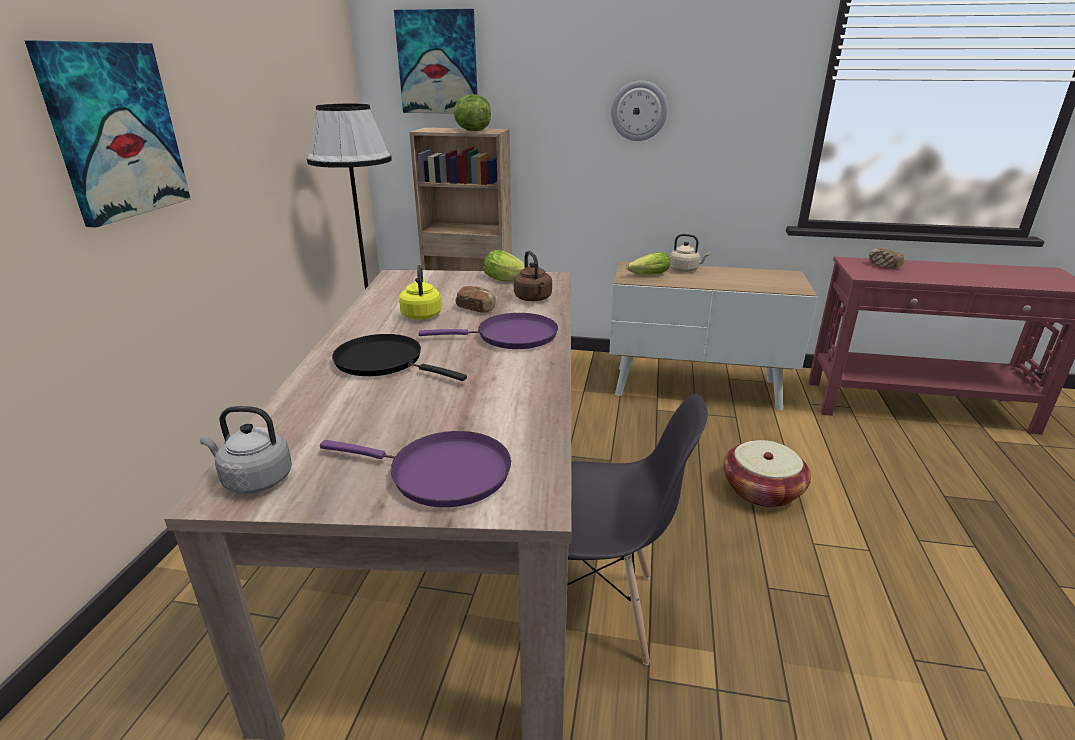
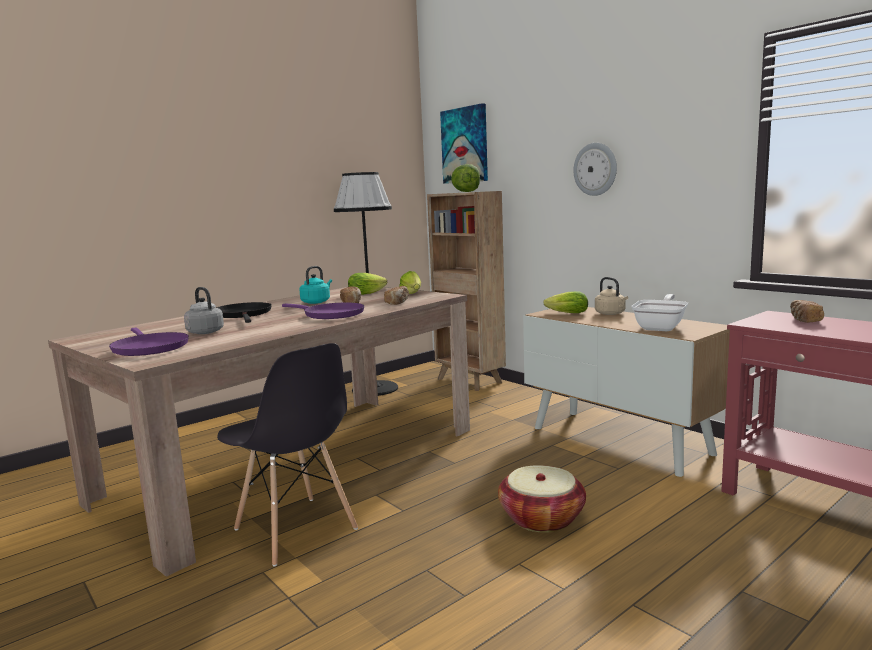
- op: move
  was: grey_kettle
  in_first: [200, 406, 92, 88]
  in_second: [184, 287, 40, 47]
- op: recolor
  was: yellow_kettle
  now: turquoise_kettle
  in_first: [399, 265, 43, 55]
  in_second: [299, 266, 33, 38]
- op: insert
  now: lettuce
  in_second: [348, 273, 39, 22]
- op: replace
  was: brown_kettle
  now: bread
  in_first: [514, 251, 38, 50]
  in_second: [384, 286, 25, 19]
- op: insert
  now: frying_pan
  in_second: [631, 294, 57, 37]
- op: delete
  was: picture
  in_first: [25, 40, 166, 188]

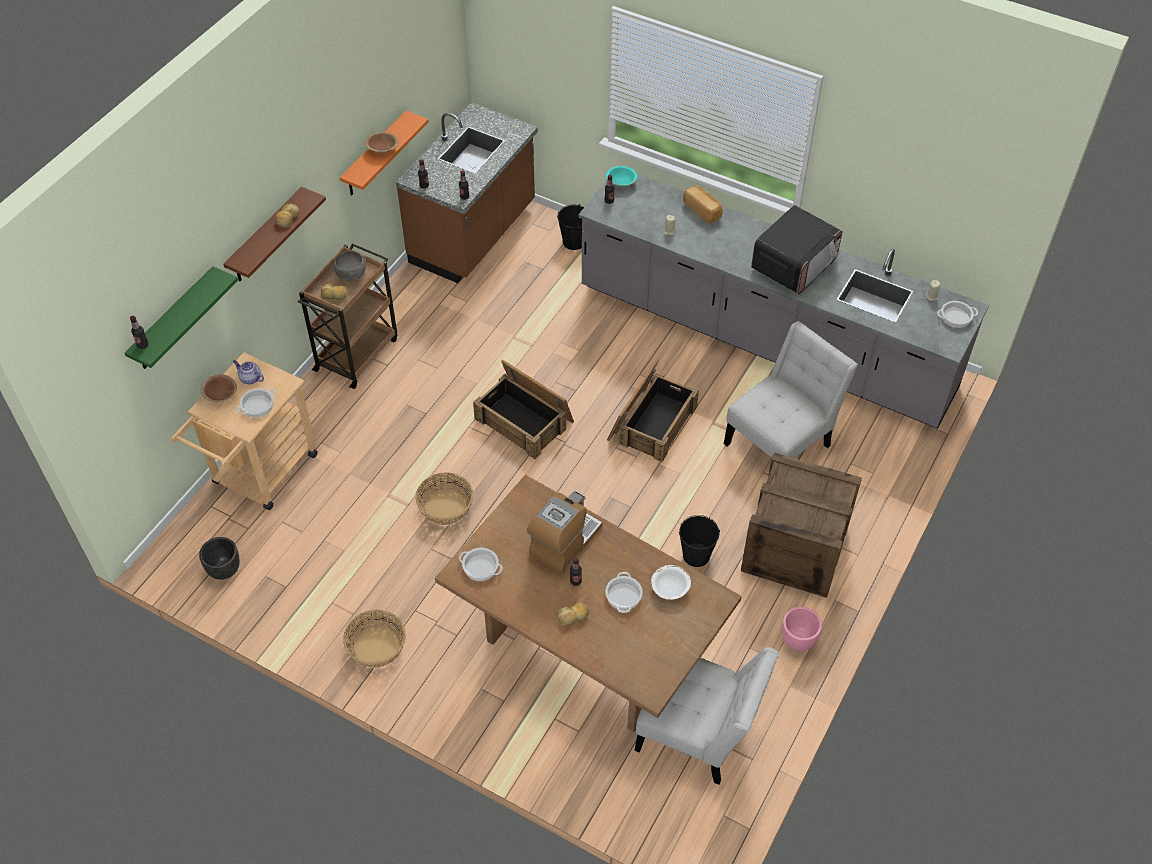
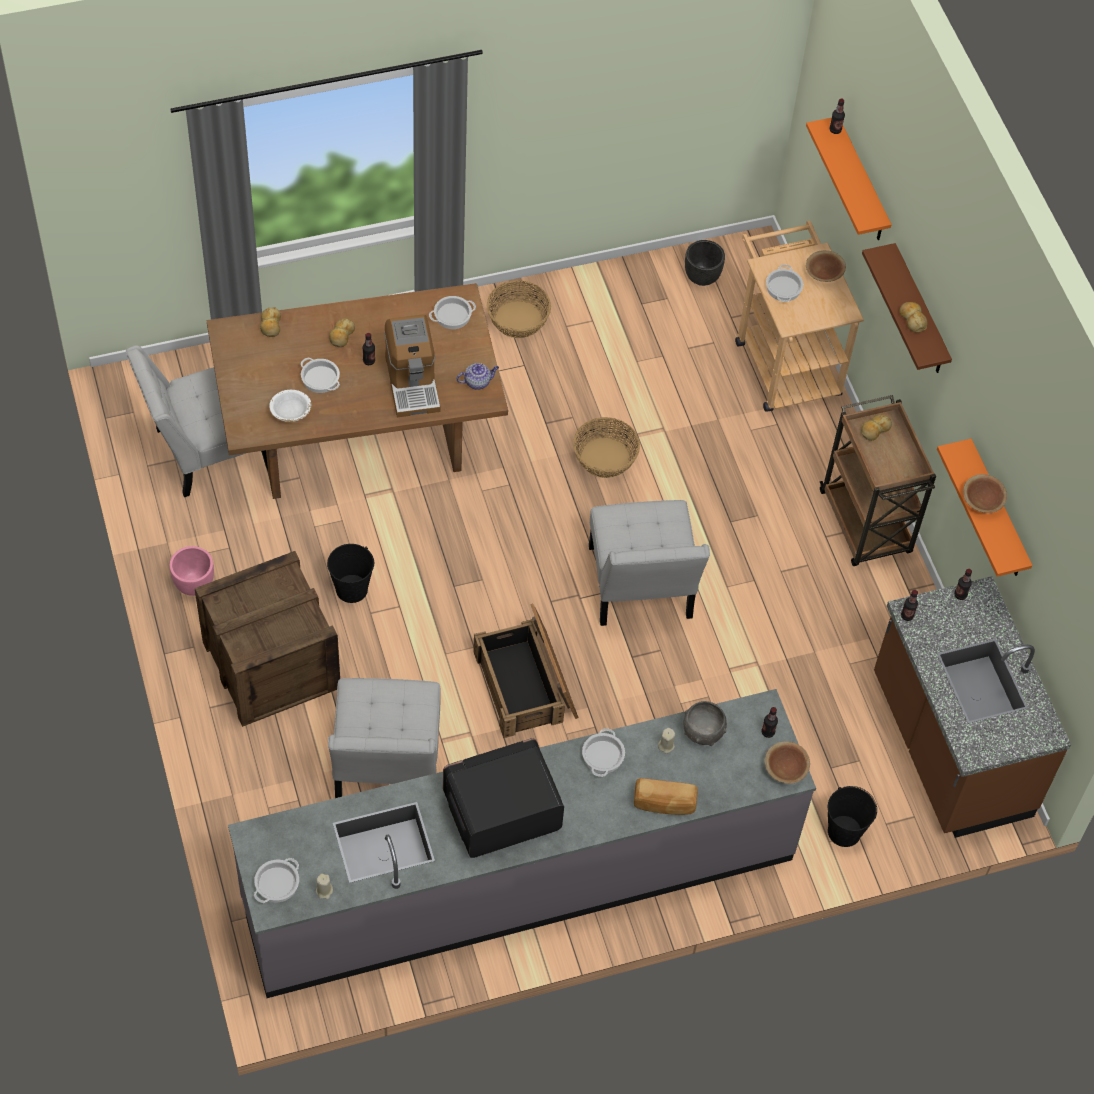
- op: insert
  now: bread
  in_second: [260, 307, 21, 30]
- op: rotate
  was: microwave
  in_first: [751, 205, 91, 89]
  in_second: [443, 738, 121, 120]
  clockwise: 75
- op: move
  was: teapot
  in_first: [233, 360, 31, 24]
  in_second: [457, 363, 42, 27]
- op: insert
  now: cooking_pot
  in_second: [582, 728, 43, 49]
- op: replace
  was: crate
  now: white_chair
  in_first: [473, 360, 101, 99]
  in_second: [589, 500, 121, 126]
- op: move
  was: grey_bowl
  in_first: [332, 251, 34, 30]
  in_second: [683, 701, 44, 45]
- op: recolor
  was: turquoise_bowl
  now: brown_bowl
  in_first: [606, 166, 32, 21]
  in_second: [765, 741, 45, 43]
- op: recolor
  was: green_shelf
  now: orange_shelf
  in_first: [125, 266, 113, 103]
  in_second: [806, 118, 86, 122]

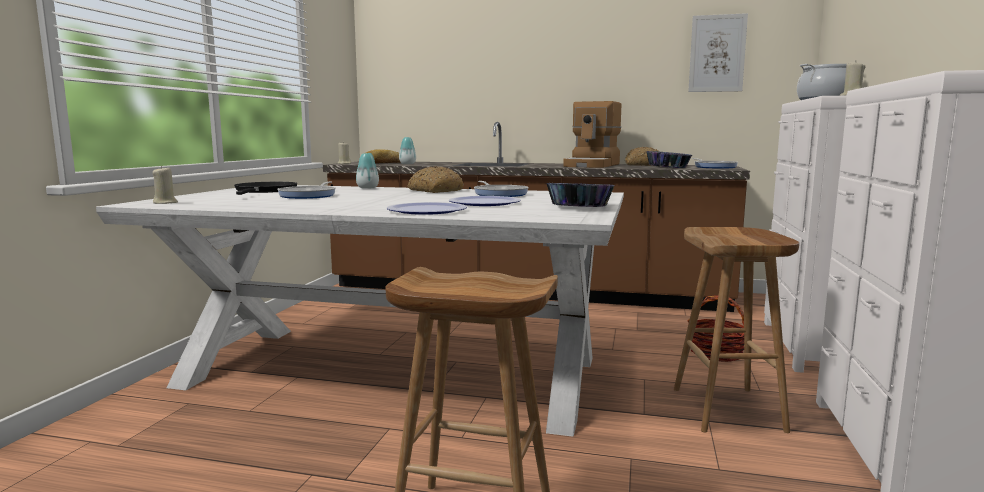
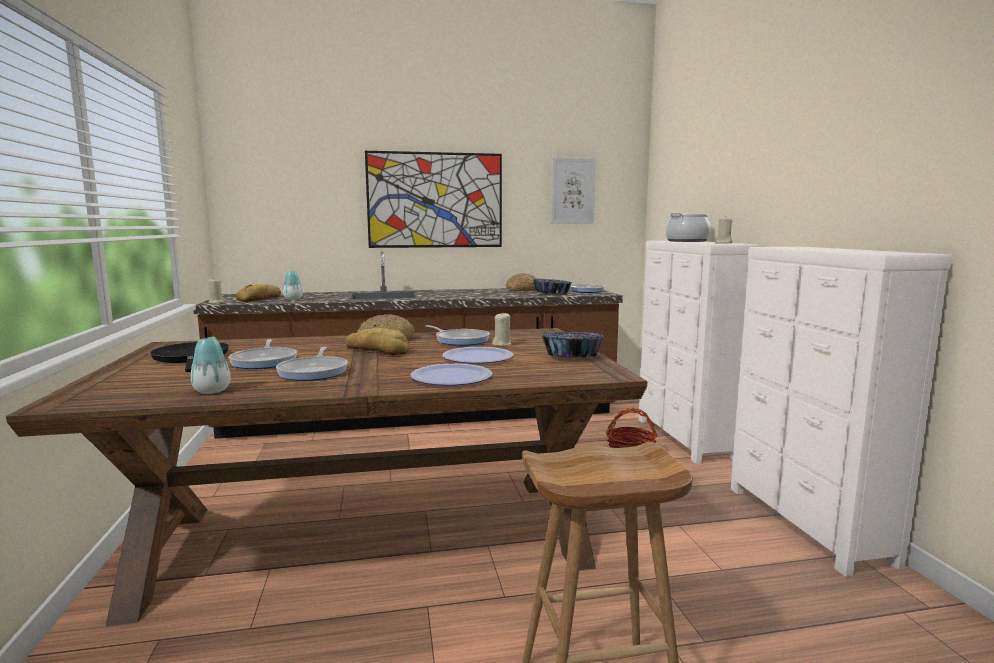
- op: recolor
  was: white_dining_table
  now: brown_dining_table
  in_first: [96, 185, 528, 252]
  in_second: [6, 328, 641, 298]
- op: move
  was: vase
  in_first: [356, 153, 23, 36]
  in_second: [191, 337, 39, 57]
- op: insert
  now: frying_pan
  in_second: [276, 347, 72, 34]
- op: insert
  now: bread
  in_second: [345, 328, 64, 27]
- op: insert
  now: picture
  in_second: [365, 151, 137, 97]
- op: move
  was: beige_candle
  in_first: [152, 166, 26, 38]
  in_second: [492, 312, 19, 34]
- op: delete
  was: coffee_machine
  in_first: [563, 101, 58, 67]
- op: delete
  was: brown_stool
  in_first: [674, 227, 125, 206]

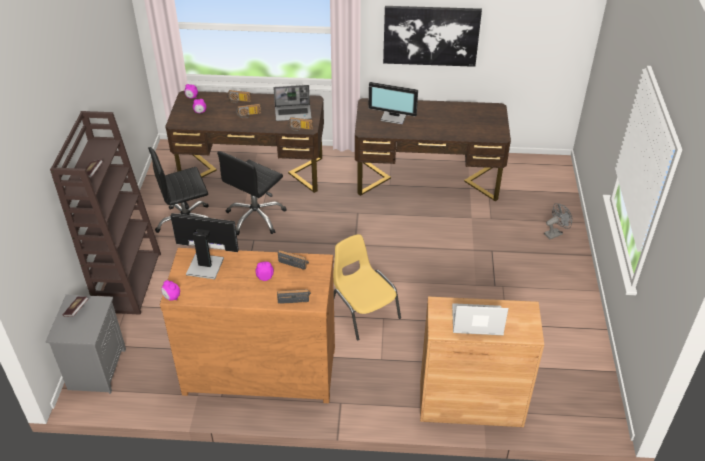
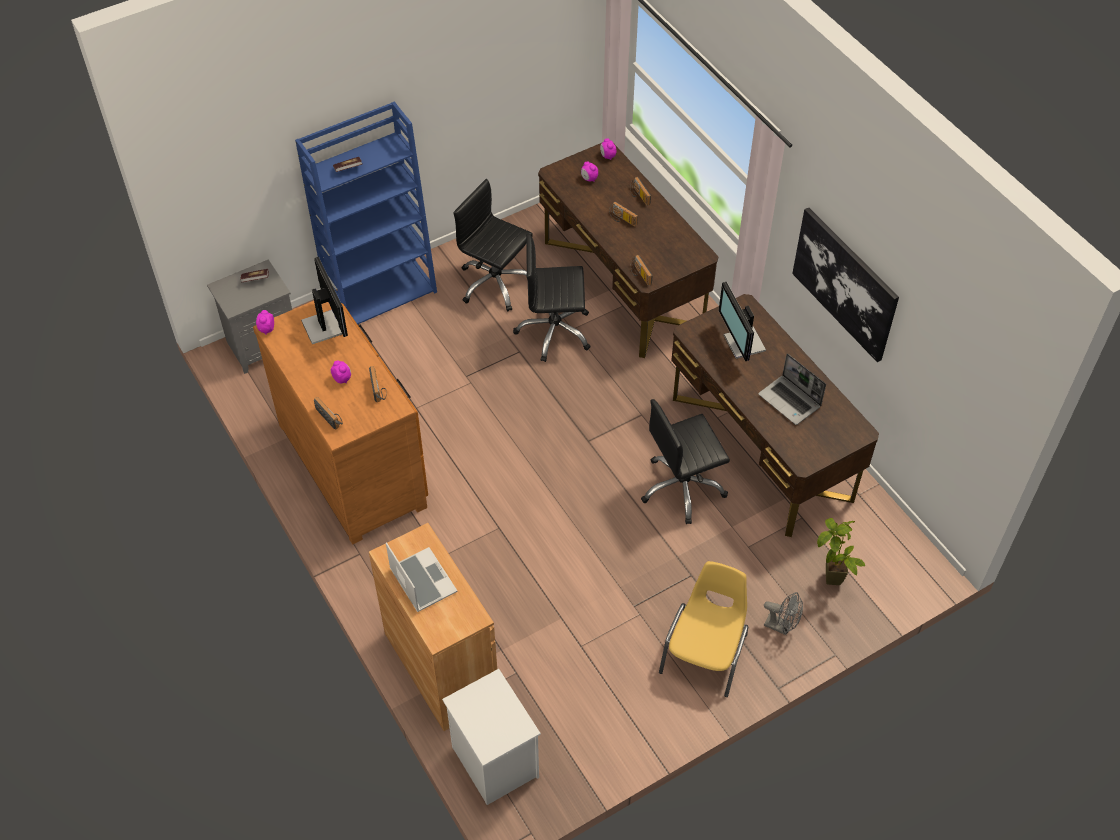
- op: recolor
  was: brown_bookcase
  now: blue_bookcase
  in_first: [50, 111, 111, 204]
  in_second: [295, 101, 142, 224]
- op: insert
  now: white_nightstand
  in_second: [442, 669, 99, 136]
- op: insert
  now: black_office_chair
  in_second: [641, 399, 89, 125]
- op: move
  was: yellow_chair
  in_first: [333, 234, 68, 106]
  in_second: [659, 561, 89, 136]
- op: move
  was: laptop
  in_first: [274, 85, 38, 36]
  in_second: [758, 353, 68, 72]
- op: insert
  now: potted_plant
  in_second: [817, 518, 48, 67]

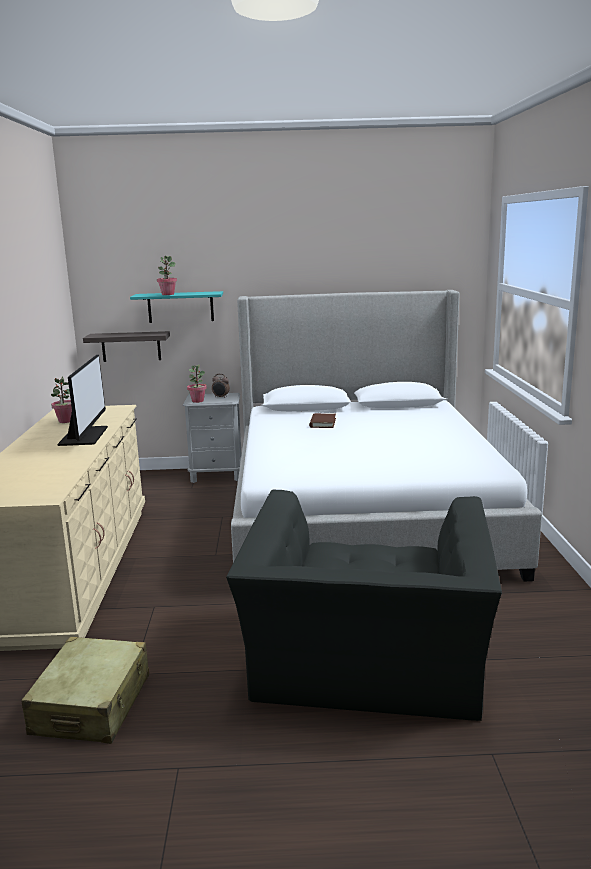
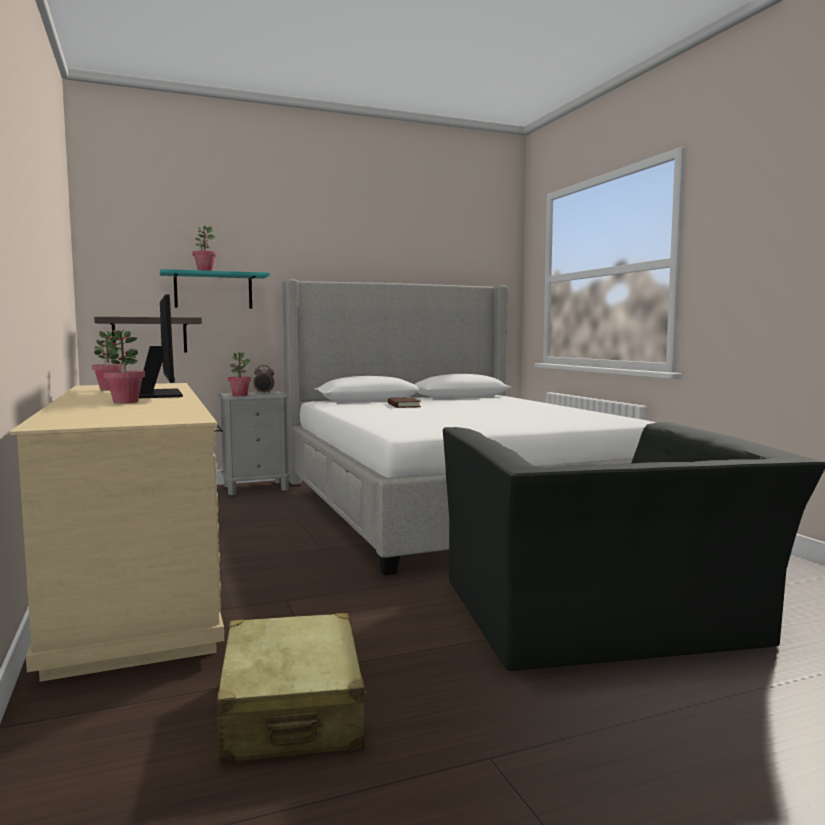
- op: insert
  now: potted_plant
  in_second: [104, 329, 41, 74]

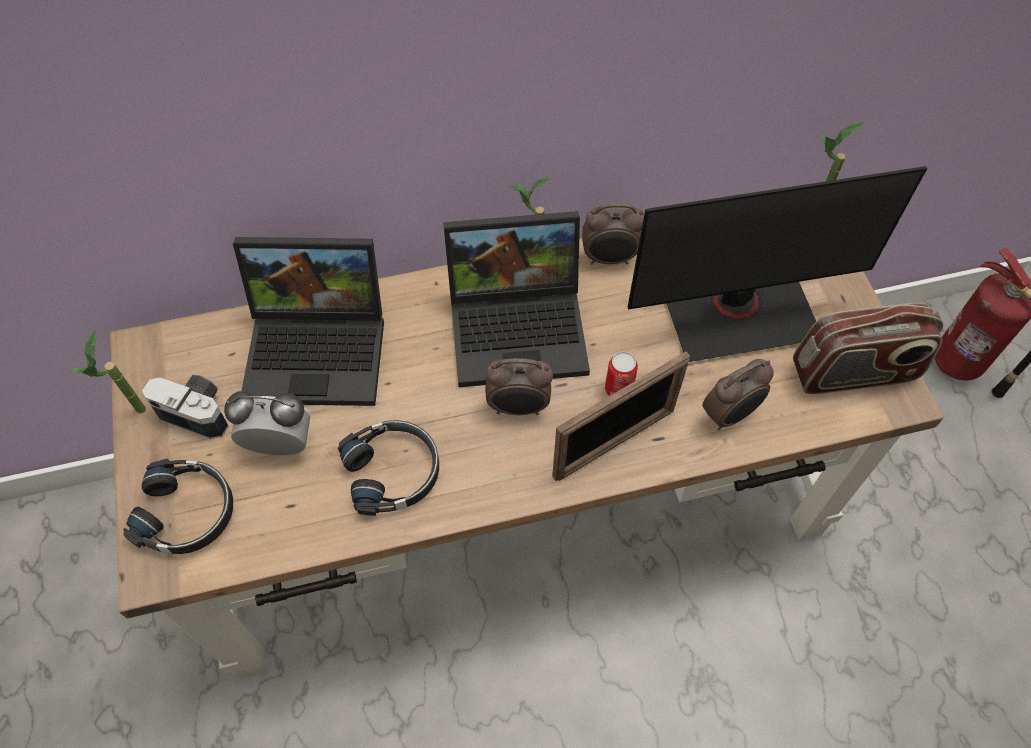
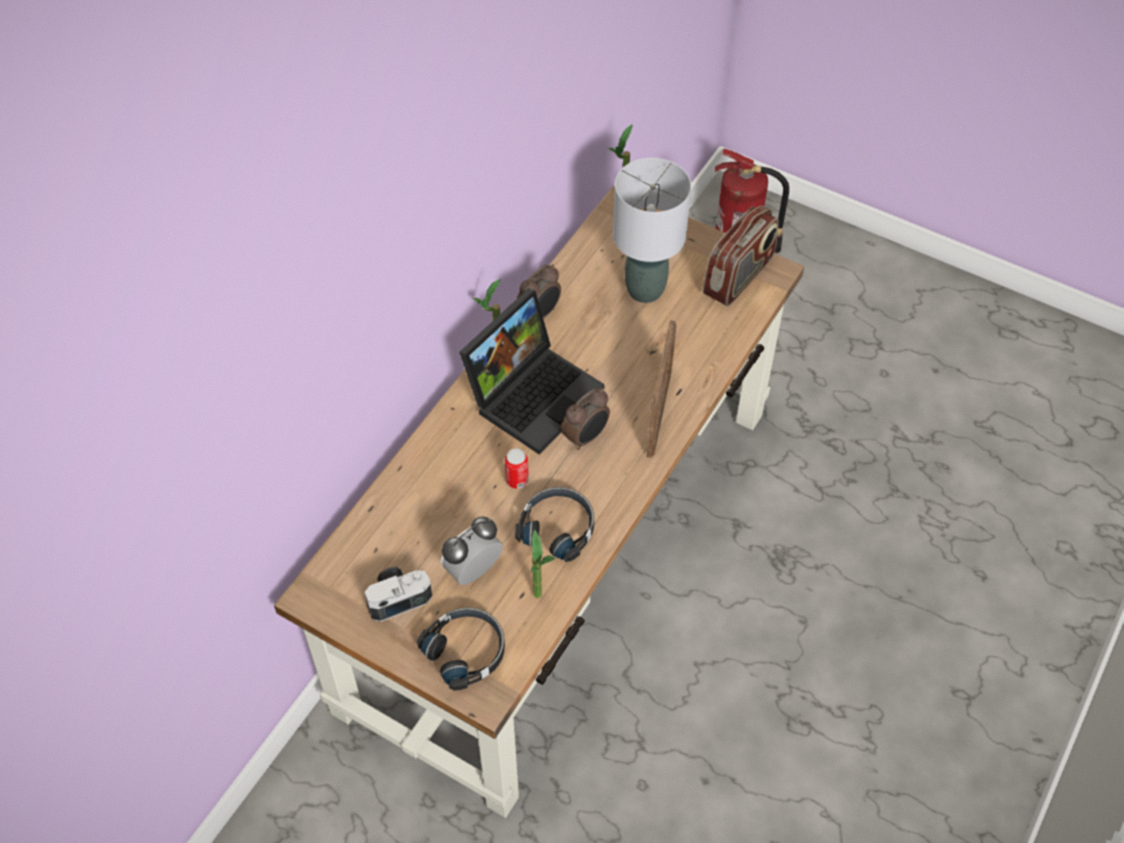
- op: move
  was: can
  in_first: [605, 352, 33, 44]
  in_second: [505, 449, 24, 40]
- op: move
  was: potted_plant
  in_first: [70, 330, 76, 84]
  in_second: [531, 530, 25, 68]
- op: replace
  was: monitor
  now: grey_table_lamp
  in_first: [628, 166, 299, 196]
  in_second: [613, 158, 78, 145]
- op: delete
  was: laptop
  in_first: [233, 237, 151, 169]
- op: delete
  was: alarm_clock
  in_first: [702, 359, 72, 72]

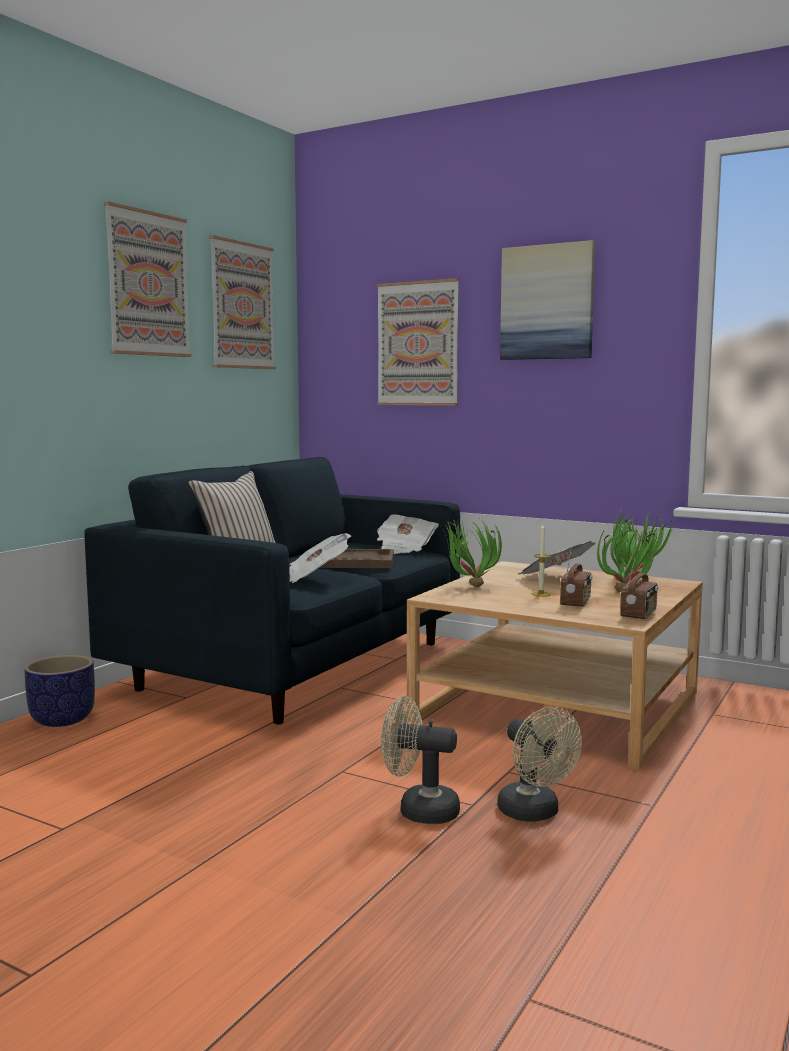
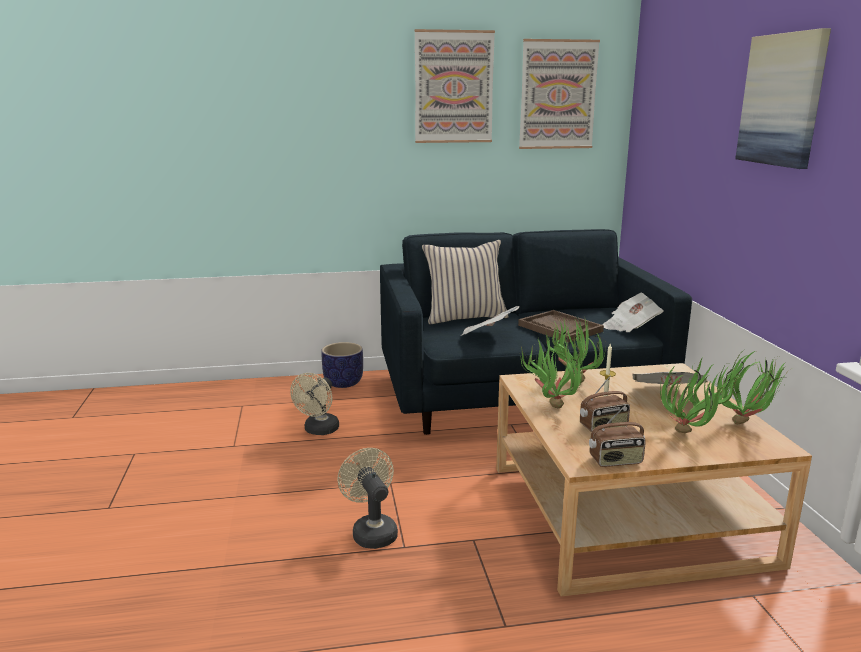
- op: move
  was: beige_fan
  in_first: [497, 707, 85, 115]
  in_second: [290, 373, 49, 62]
- op: insert
  now: potted_plant
  in_second: [519, 337, 63, 71]
- op: delete
  was: picture
  in_first: [377, 278, 82, 128]

